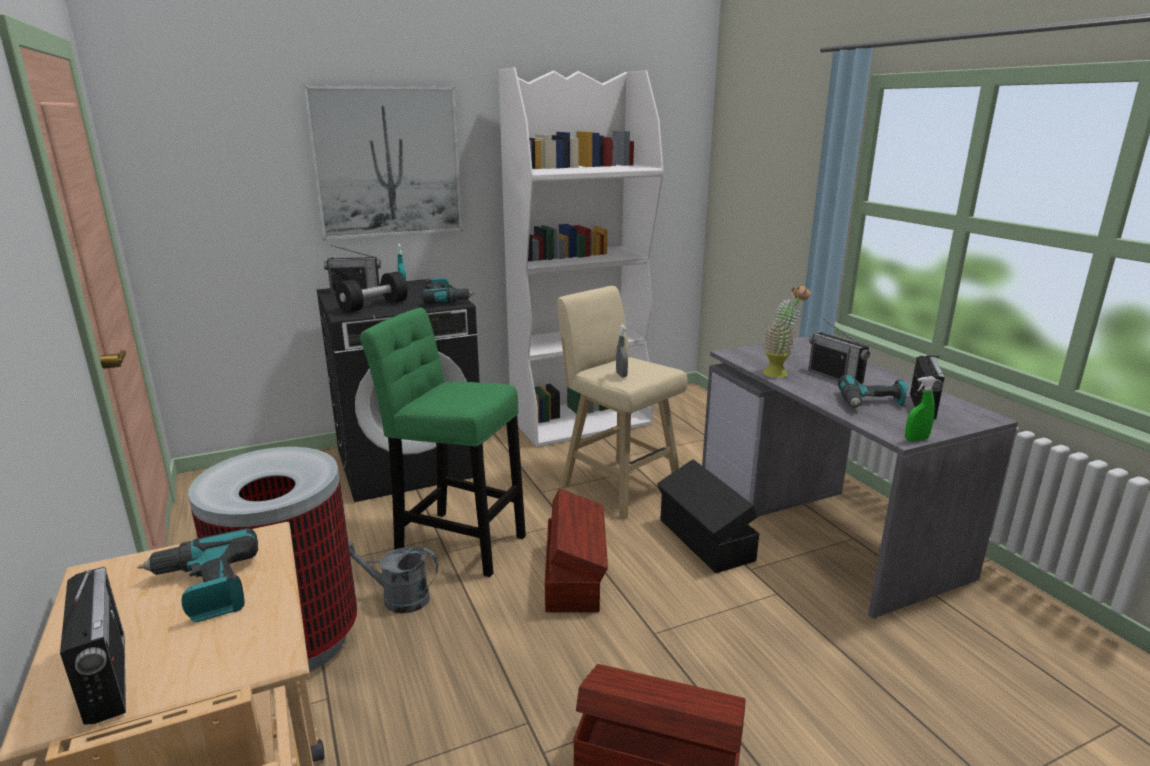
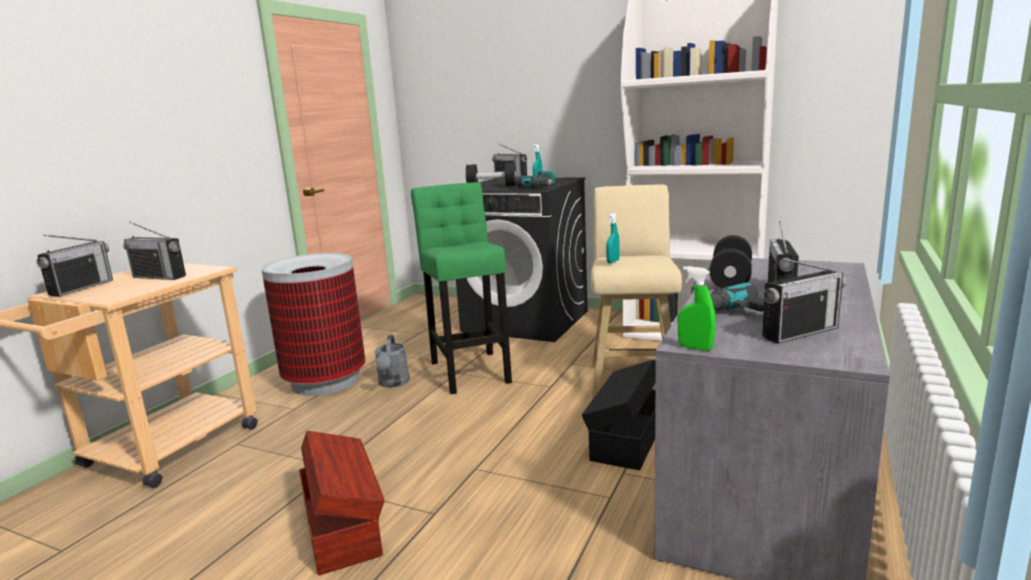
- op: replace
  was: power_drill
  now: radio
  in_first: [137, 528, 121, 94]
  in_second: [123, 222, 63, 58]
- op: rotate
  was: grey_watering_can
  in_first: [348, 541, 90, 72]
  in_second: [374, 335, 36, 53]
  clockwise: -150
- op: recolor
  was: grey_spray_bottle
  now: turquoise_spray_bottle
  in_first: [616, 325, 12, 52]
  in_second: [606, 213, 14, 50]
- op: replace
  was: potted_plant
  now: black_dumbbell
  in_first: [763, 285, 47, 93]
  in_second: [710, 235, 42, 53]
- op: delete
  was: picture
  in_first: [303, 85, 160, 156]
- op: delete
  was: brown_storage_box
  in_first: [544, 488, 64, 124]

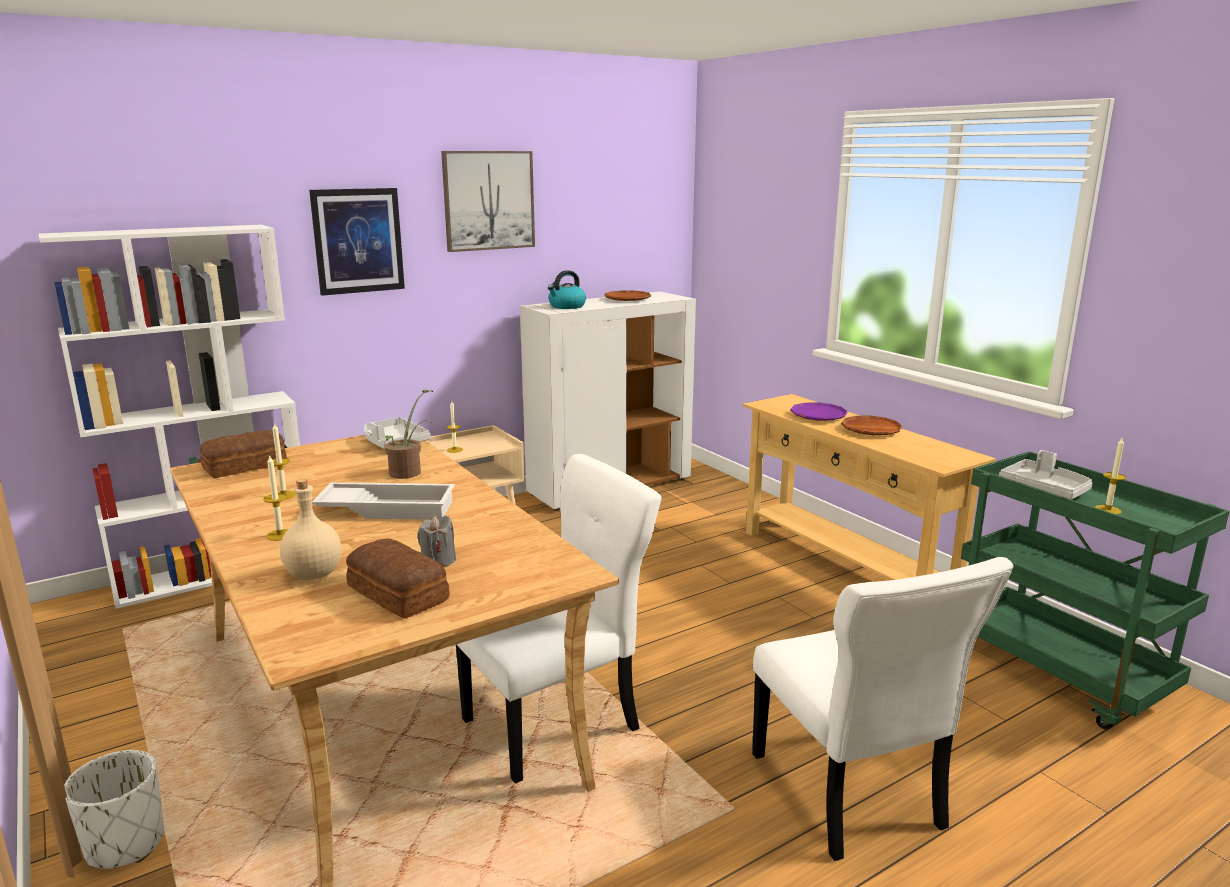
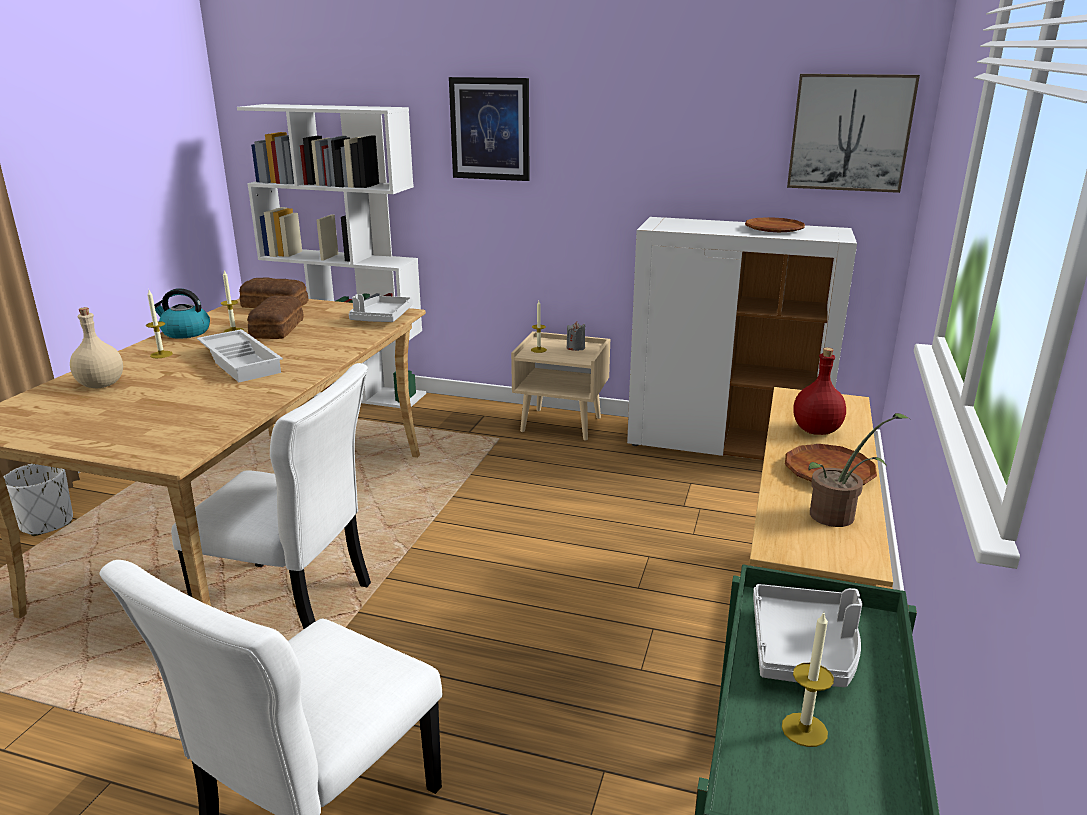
- op: move
  was: kettle
  in_first: [548, 270, 38, 39]
  in_second: [154, 288, 56, 51]
- op: move
  was: bread
  in_first: [346, 538, 104, 80]
  in_second: [247, 296, 57, 43]
- op: move
  was: grey_candle
  in_first: [417, 516, 39, 51]
  in_second: [567, 322, 19, 29]
- op: move
  was: picture
  in_first: [441, 151, 94, 101]
  in_second: [787, 74, 133, 119]
- op: replace
  was: purple_plate
  now: red_bottle
  in_first: [790, 402, 58, 19]
  in_second: [793, 348, 53, 87]
- op: move
  was: potted_plant
  in_first: [385, 390, 48, 89]
  in_second: [808, 413, 103, 114]

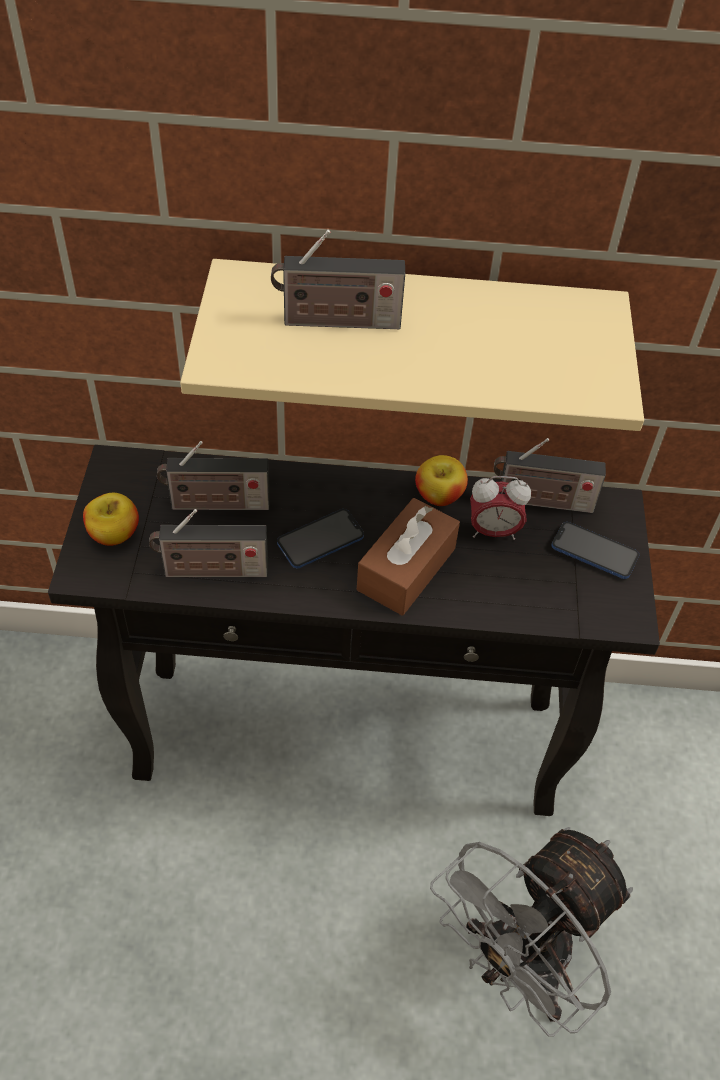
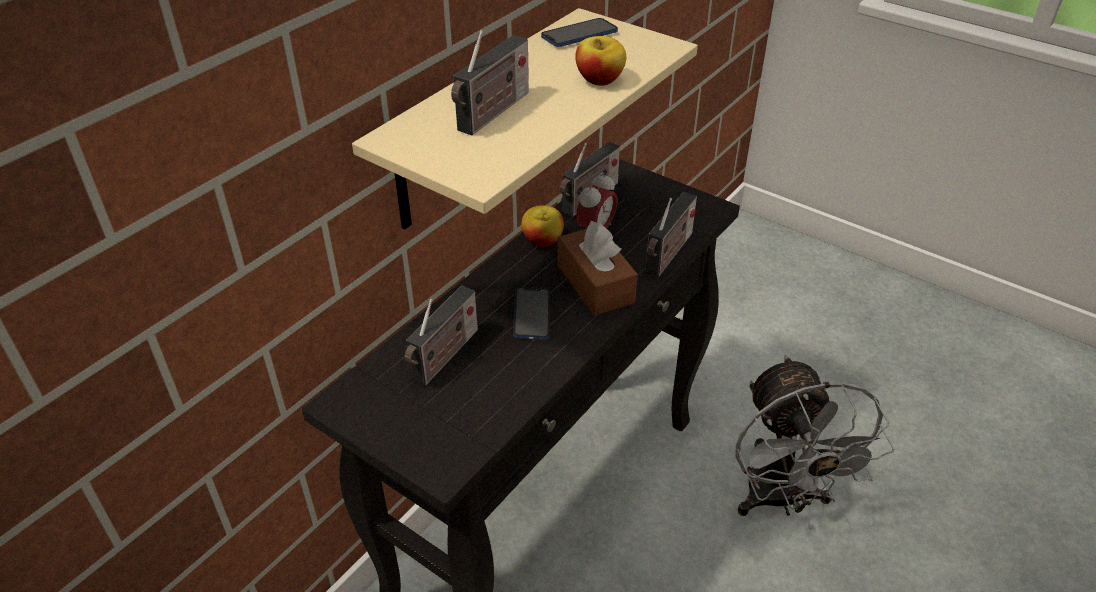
- op: move
  was: phone
  in_first: [551, 522, 88, 57]
  in_second: [541, 18, 77, 29]
- op: move
  was: apple
  in_first: [83, 493, 56, 53]
  in_second: [575, 36, 51, 50]
- op: move
  was: radio
  in_first: [149, 509, 119, 68]
  in_second: [645, 192, 52, 85]

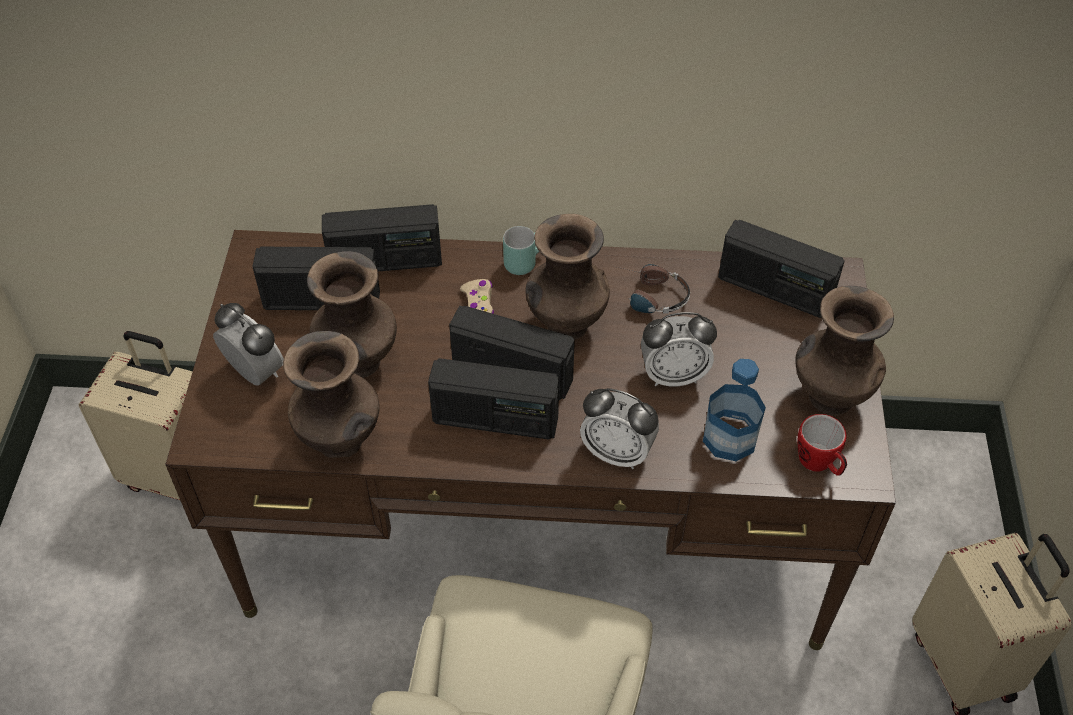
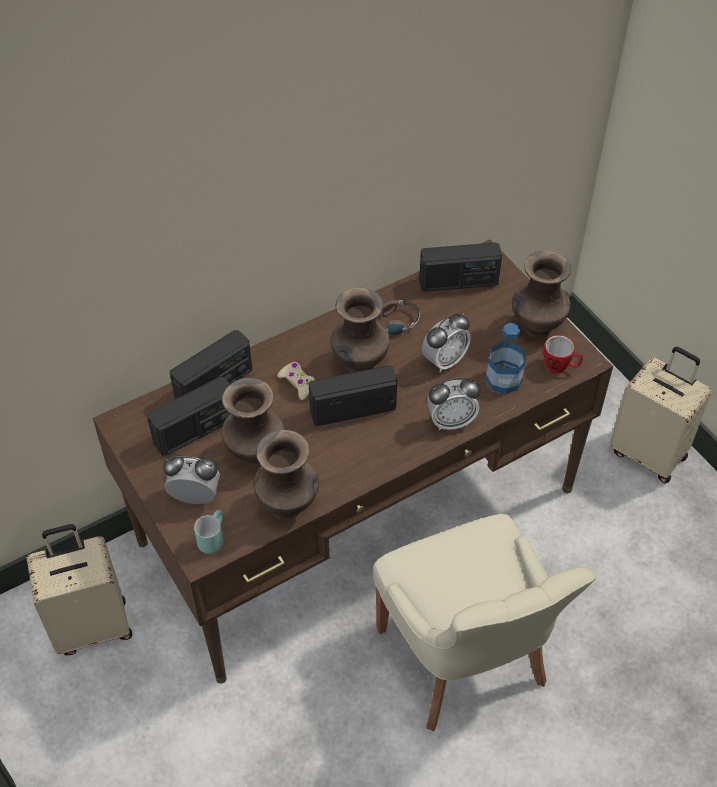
- op: move
  was: turquoise_mug
  in_first: [503, 226, 36, 49]
  in_second: [194, 510, 29, 44]
- op: delete
  was: radio
  in_first: [428, 358, 131, 82]

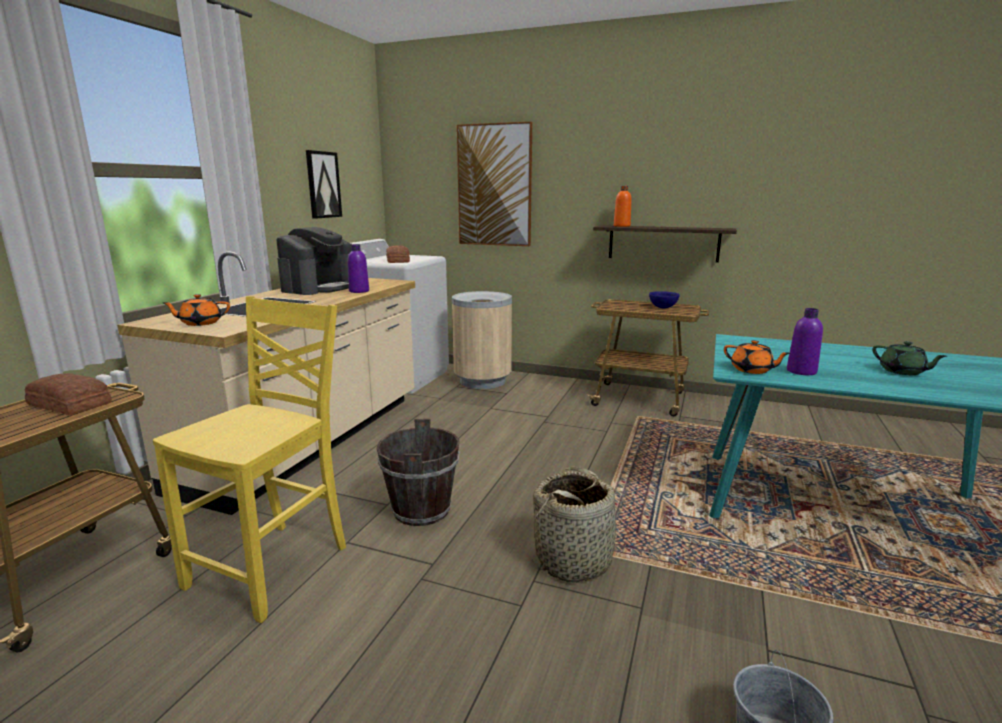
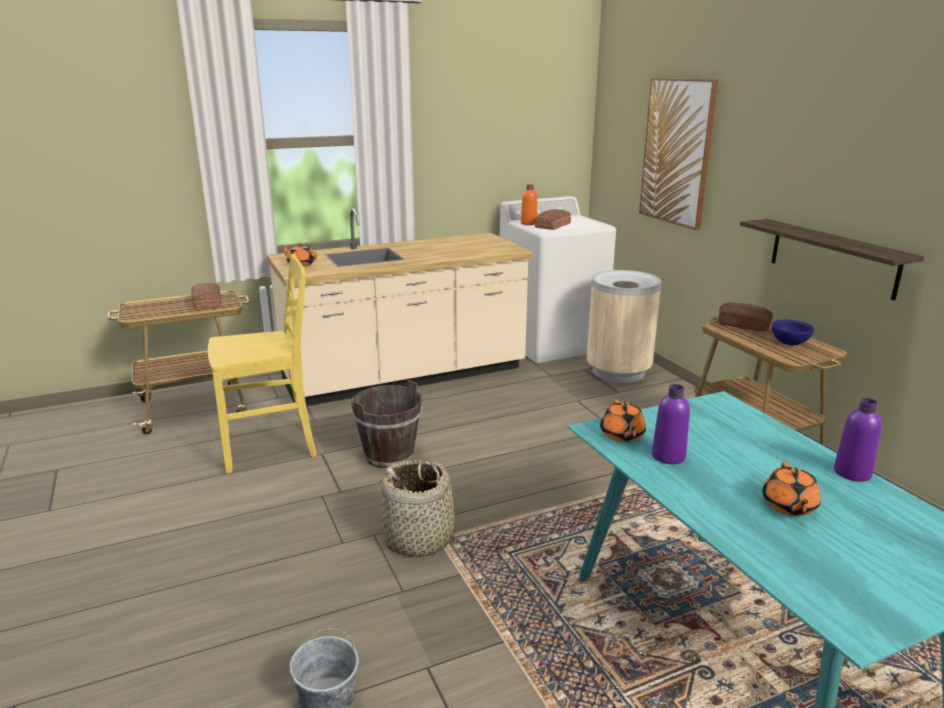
- op: move
  was: orange_bottle
  in_first: [614, 186, 17, 41]
  in_second: [521, 184, 16, 41]
- op: insert
  now: bread
  in_second: [718, 303, 55, 29]
- op: recolor
  was: green_teapot
  now: orange_teapot
  in_first: [872, 341, 75, 34]
  in_second: [762, 462, 59, 54]
- op: move
  was: purple_bottle
  in_first: [348, 244, 21, 49]
  in_second: [834, 398, 48, 84]
- op: delete
  was: coffee_machine
  in_first: [276, 227, 76, 68]
- op: delete
  was: picture
  in_first: [306, 150, 36, 69]

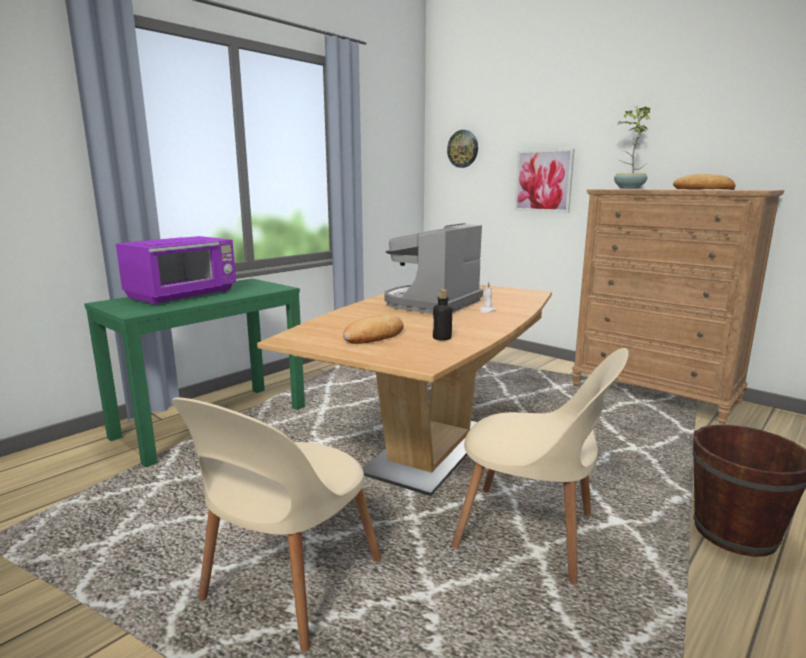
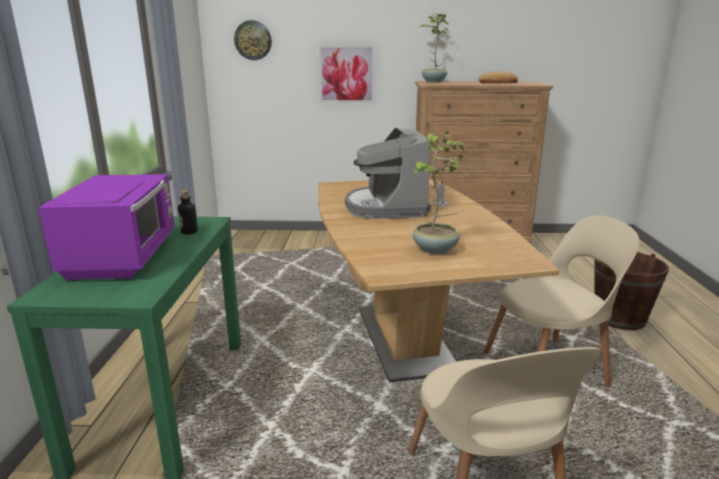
- op: move
  was: bottle
  in_first: [433, 289, 19, 52]
  in_second: [178, 190, 20, 44]
- op: replace
  was: bread
  now: potted_plant
  in_first: [343, 314, 61, 30]
  in_second: [413, 133, 53, 121]

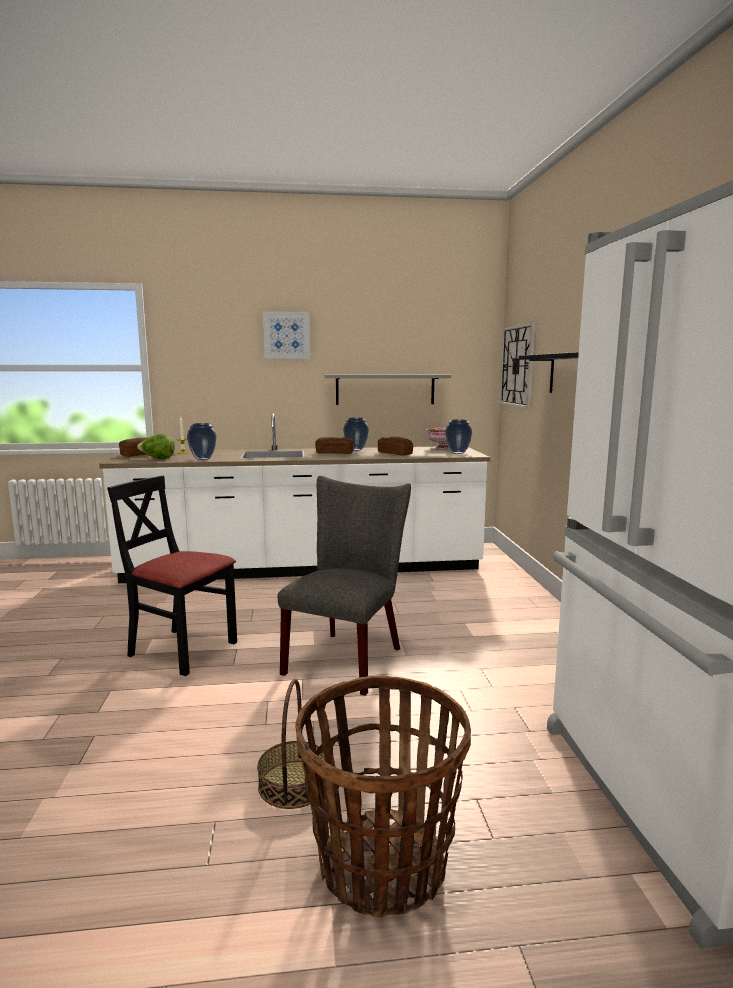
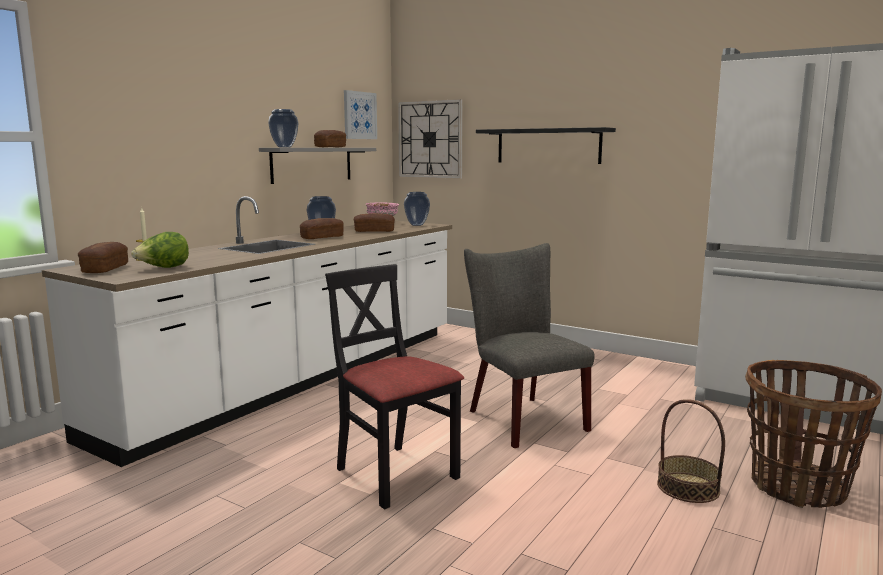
- op: move
  was: vase
  in_first: [187, 423, 30, 37]
  in_second: [268, 109, 30, 38]
- op: insert
  now: bread
  in_second: [314, 130, 32, 17]
- op: rotate
  was: black_chair
  in_first: [107, 476, 130, 200]
  in_second: [325, 264, 139, 245]
  clockwise: 75
- op: move
  was: picture
  in_first: [263, 311, 47, 48]
  in_second: [344, 90, 33, 49]

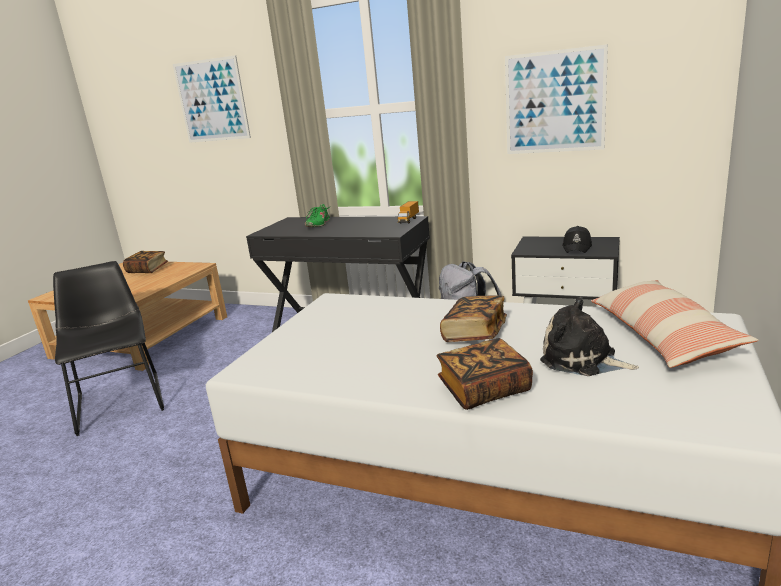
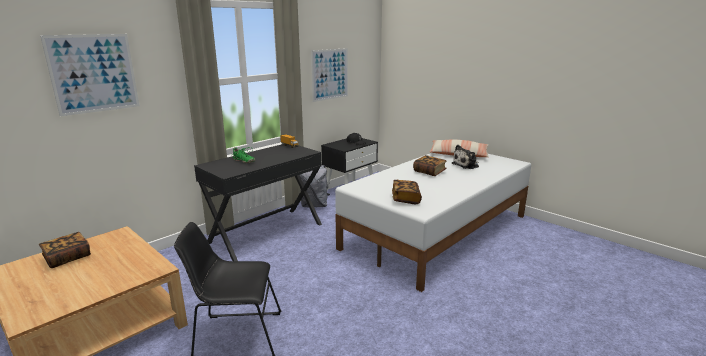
- op: move
  was: book
  in_first: [437, 338, 96, 72]
  in_second: [392, 180, 30, 24]

